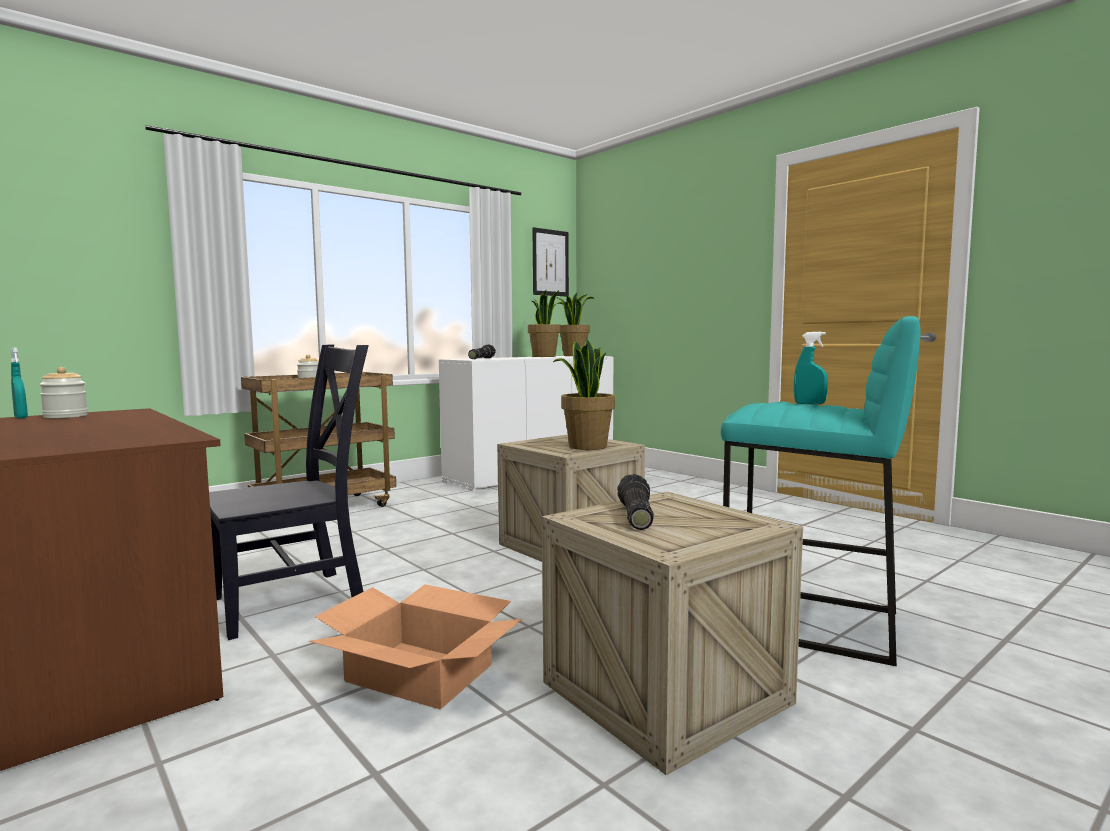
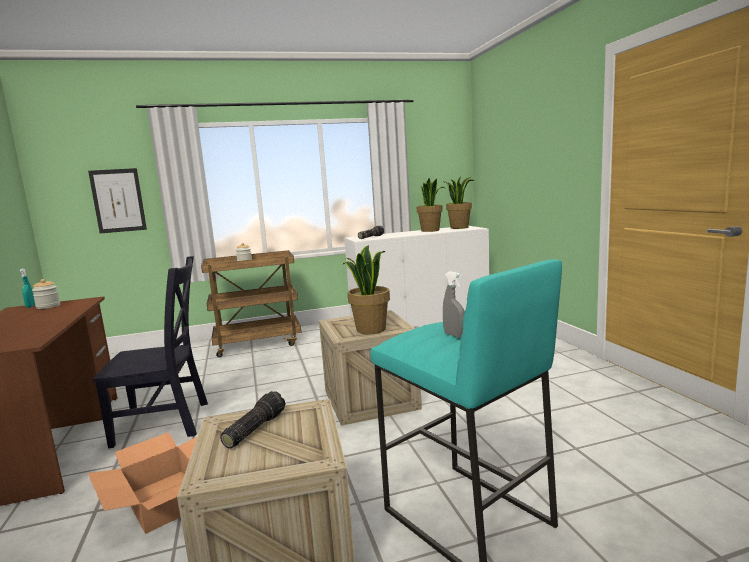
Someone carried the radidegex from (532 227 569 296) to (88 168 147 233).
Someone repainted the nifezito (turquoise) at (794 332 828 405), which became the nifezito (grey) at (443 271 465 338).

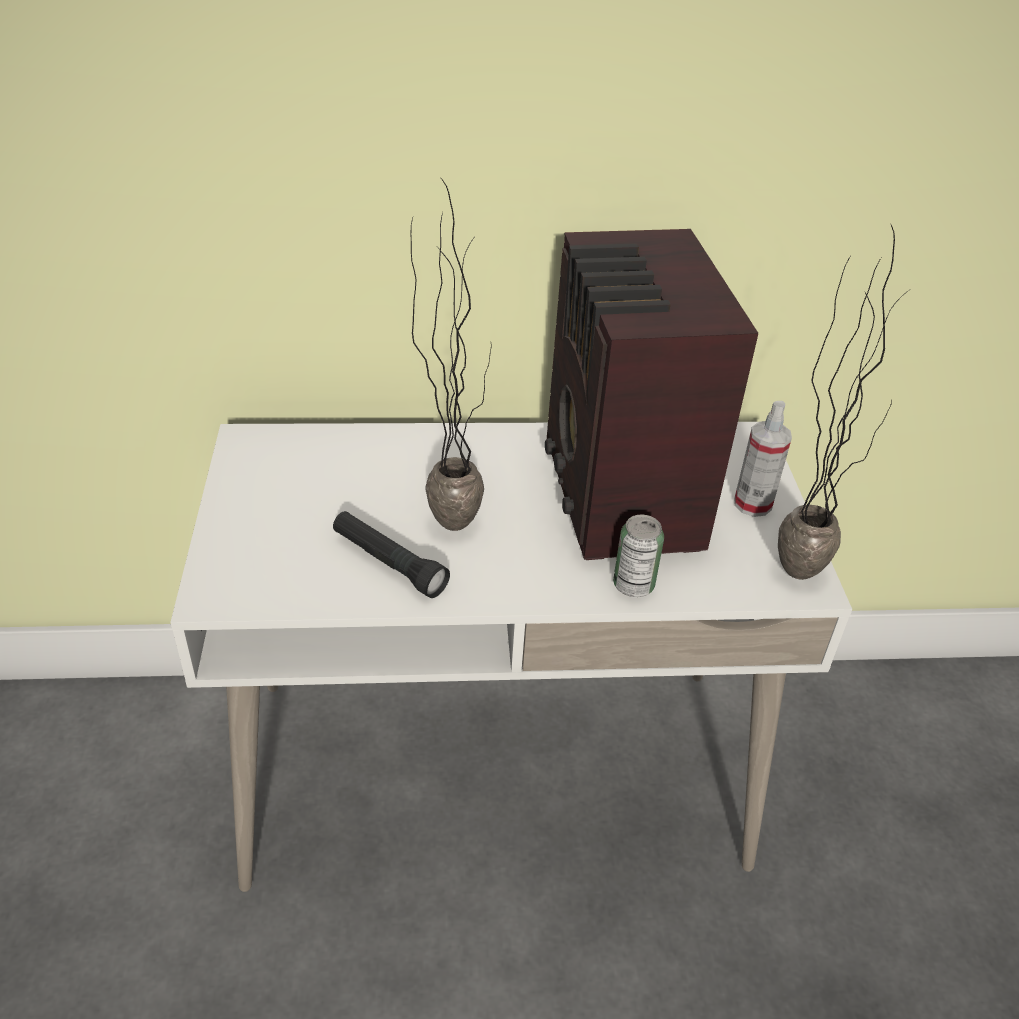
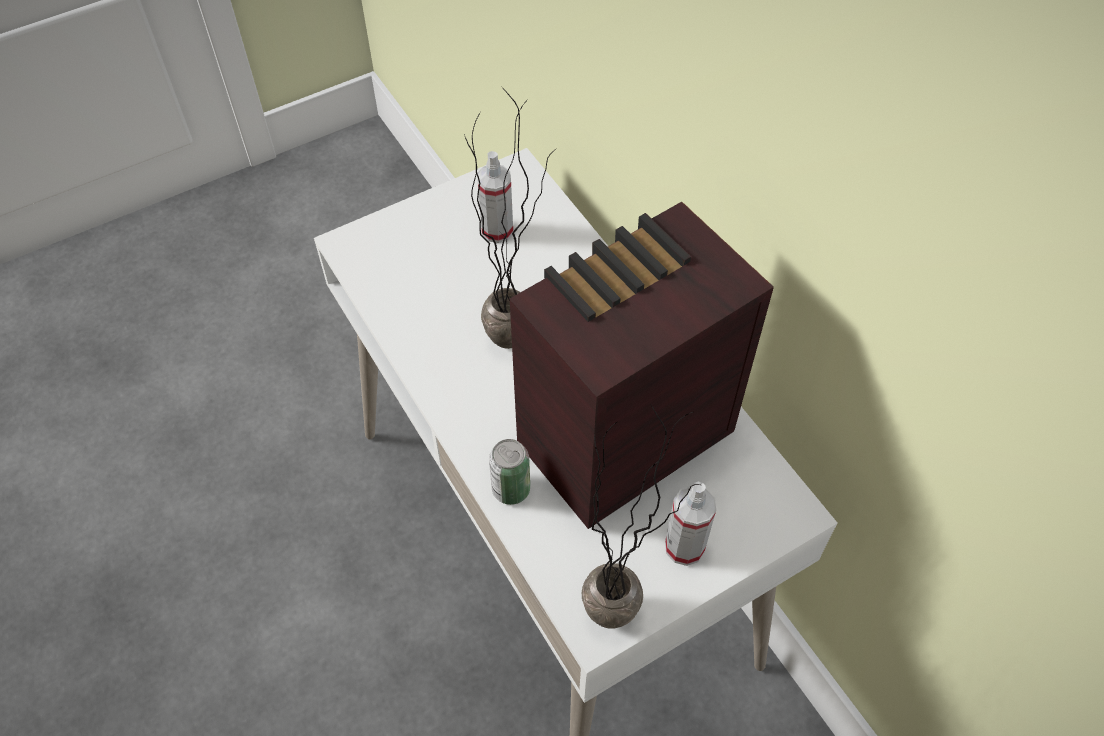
Someone took away the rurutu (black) at (333 511 450 598).
Someone put down the nifezito at (477 151 513 243).

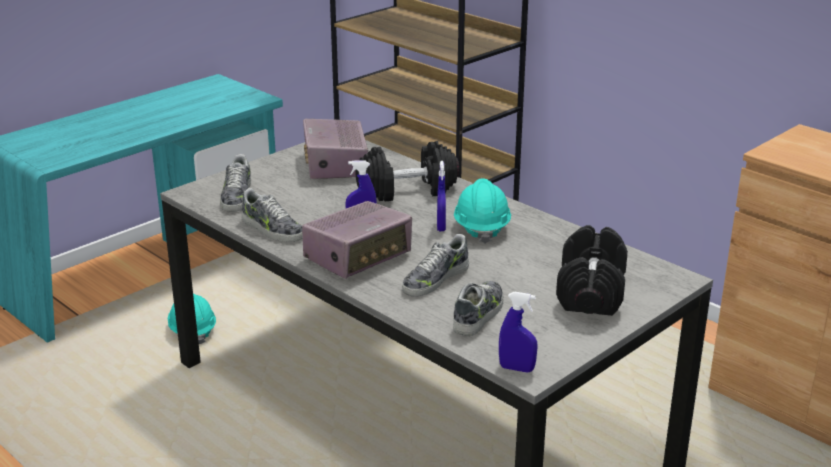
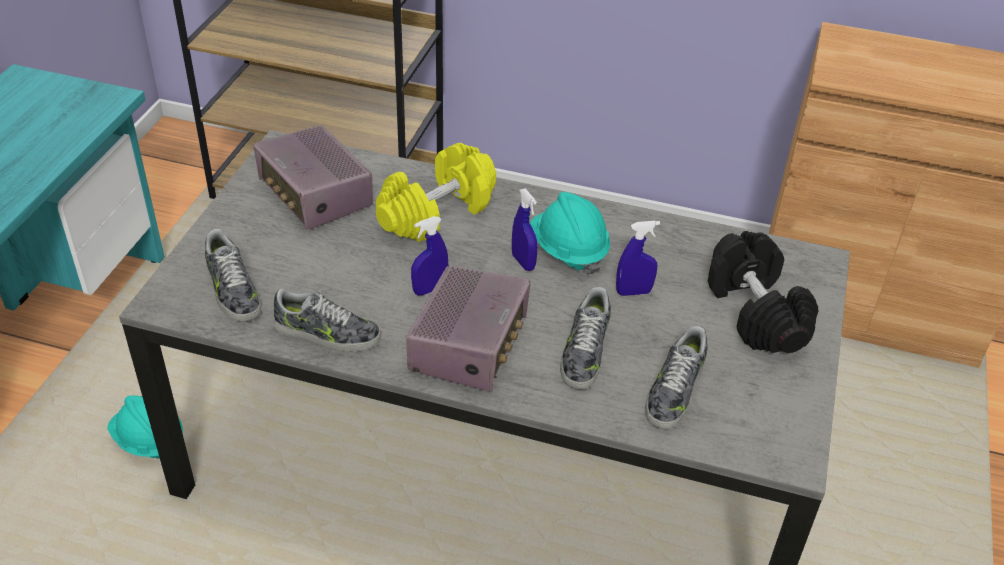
Someone repainted the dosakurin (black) at (356 141 460 202), which became the dosakurin (yellow) at (376 143 496 242).
Someone rotated the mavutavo at (453 281 503 336) by 150 degrees counterclockwise.
Someone carried the nifezito (blue) from (499 292 538 372) to (616 221 660 296).

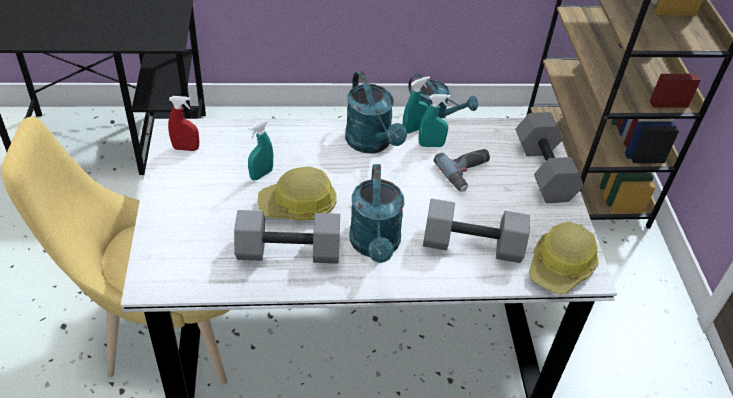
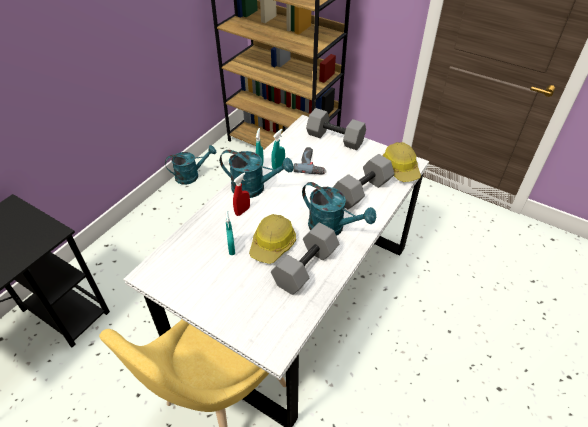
Someone carried the nifezito (red) from (168 96 199 151) to (233 173 250 216).

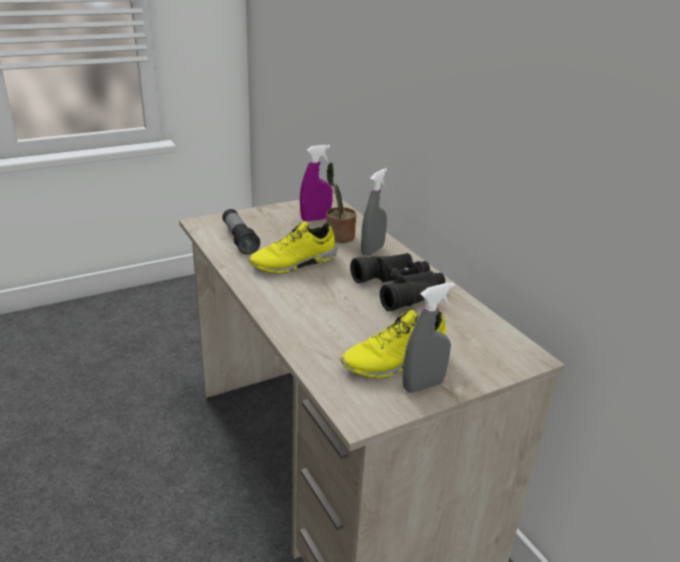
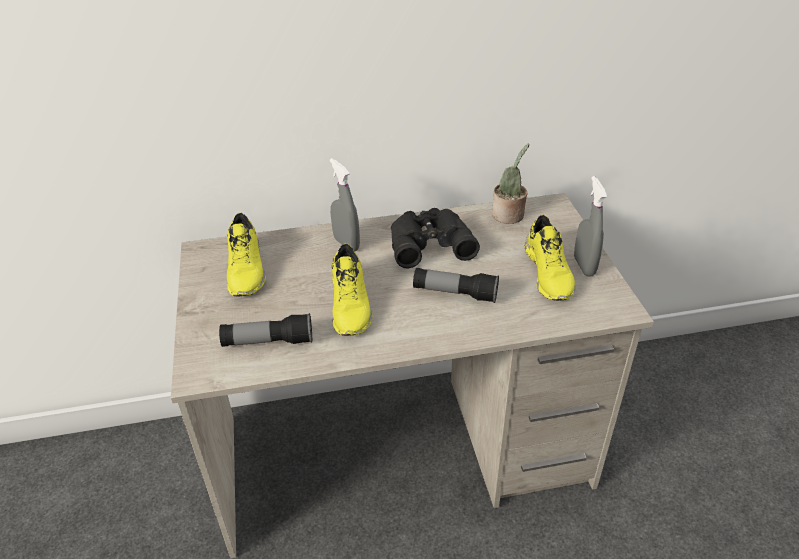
Someone swapped the nifezito (purple) at (300 145 333 222) for the mavutavo (yellow) at (227 213 266 297).
Someone carried the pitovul from (326 162 356 243) to (492 144 529 224).
Someone put down the rurutu at (413 268 499 303).

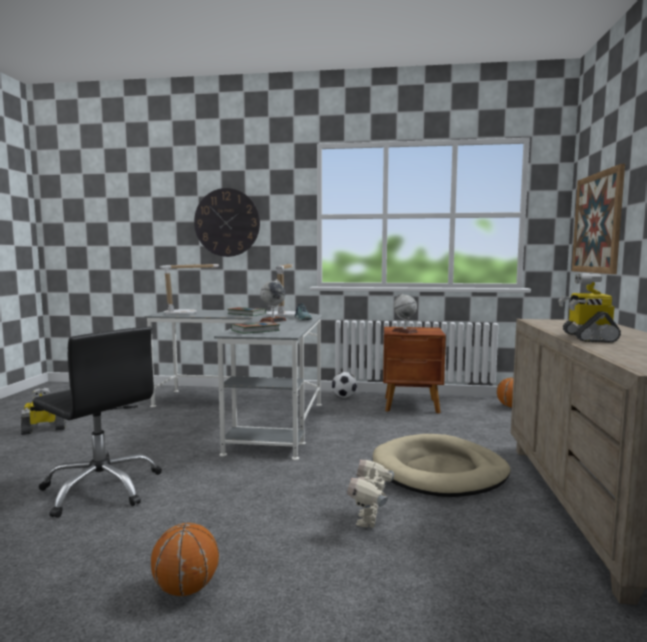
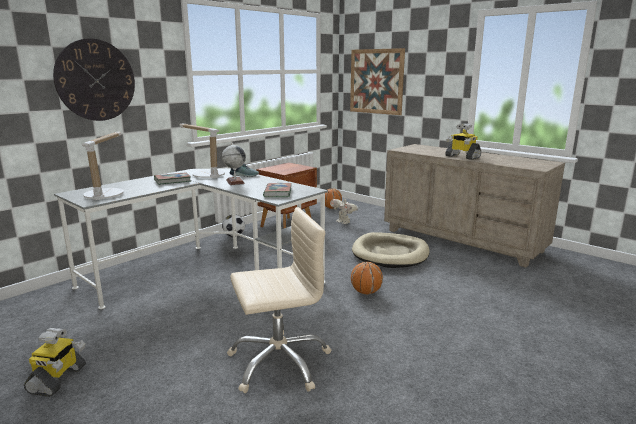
Someone took away the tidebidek at (392 293 418 334).
Someone repainted the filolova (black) at (32 327 162 518), which became the filolova (beige) at (227 207 331 393).
Someone carried the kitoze from (347 460 394 528) to (330 196 359 224).
Someone carried the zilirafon from (151 523 219 596) to (351 262 383 294).

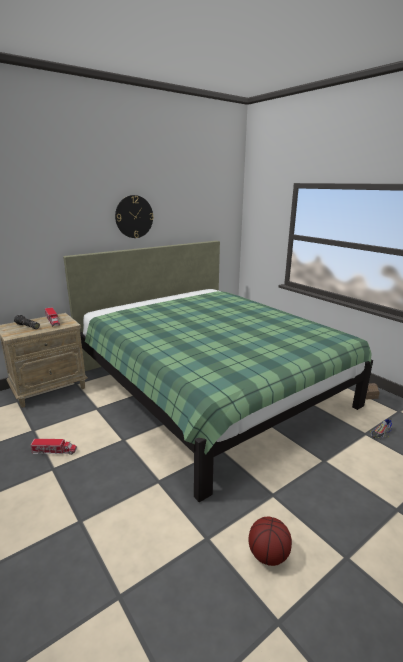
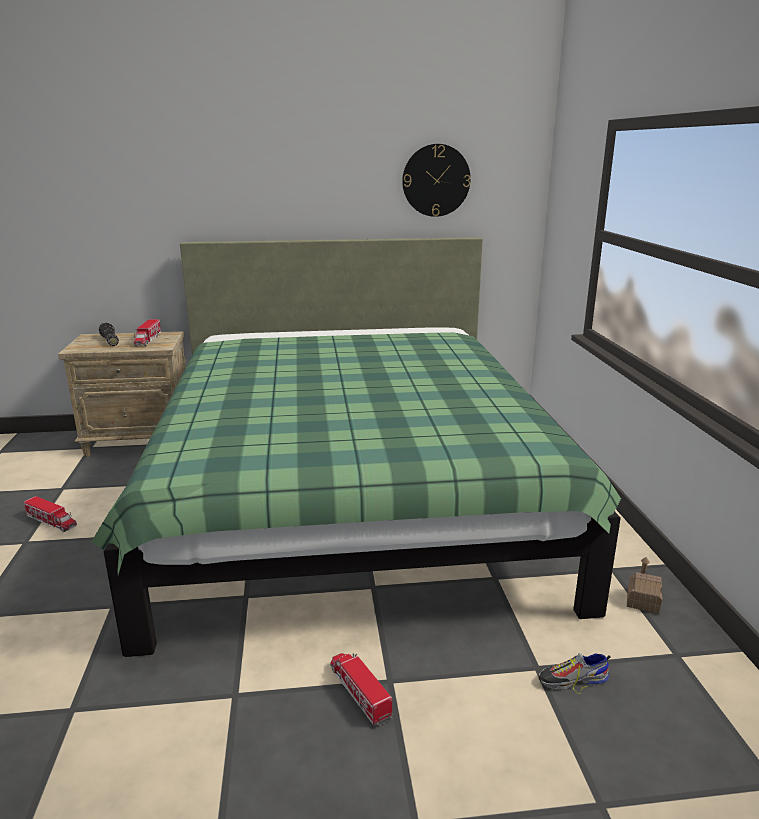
Someone carried the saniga from (115 195 154 238) to (402 144 471 217).
Someone took away the zilirafon at (248 517 292 566).
Someone put down the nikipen at (330 653 393 726).

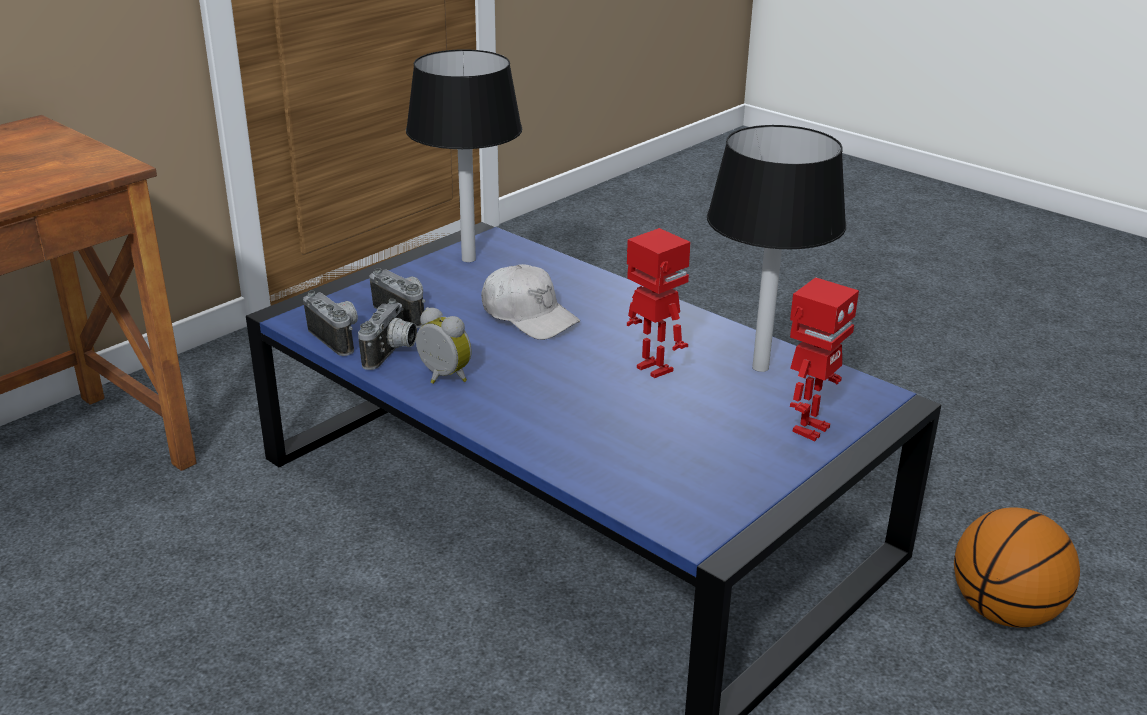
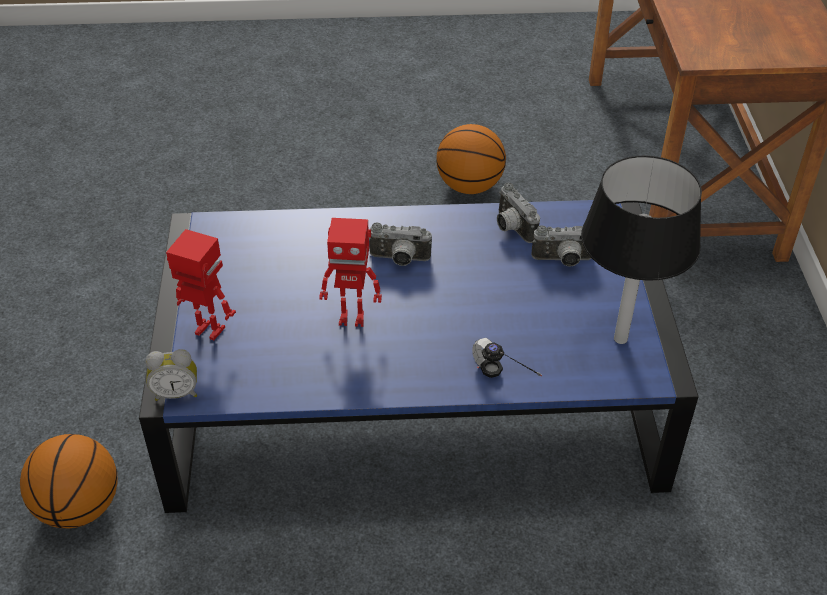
Someone took away the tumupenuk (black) at (707 125 846 372).
Someone took away the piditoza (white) at (481 264 580 340).
Someone rotated the kitoze at (790 277 859 441) by 120 degrees clockwise.
Someone carried the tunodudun from (303 291 358 356) to (369 222 432 266).
Someone carried the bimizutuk from (416 307 472 384) to (145 349 197 401).
Someone put down the zilirafon at (436 124 506 194).
Someone put down the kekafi at (472 338 542 378).

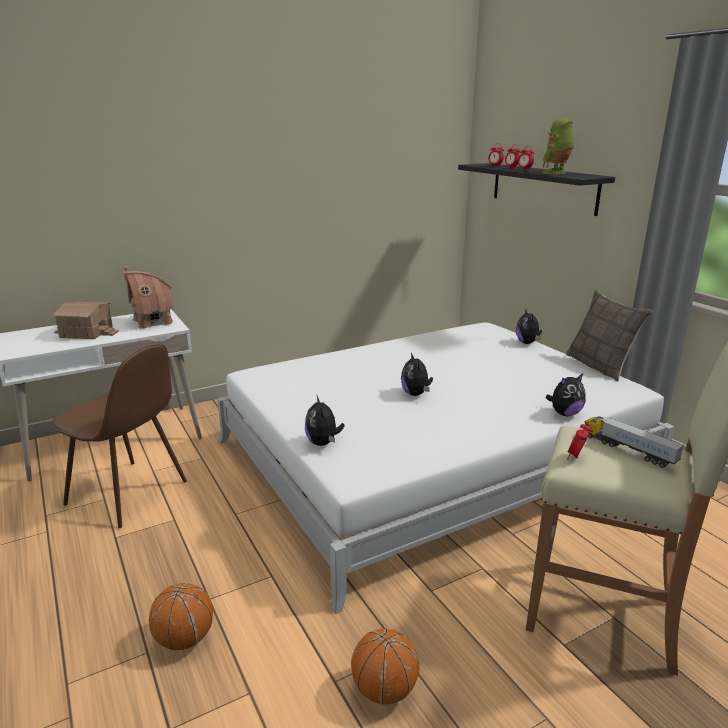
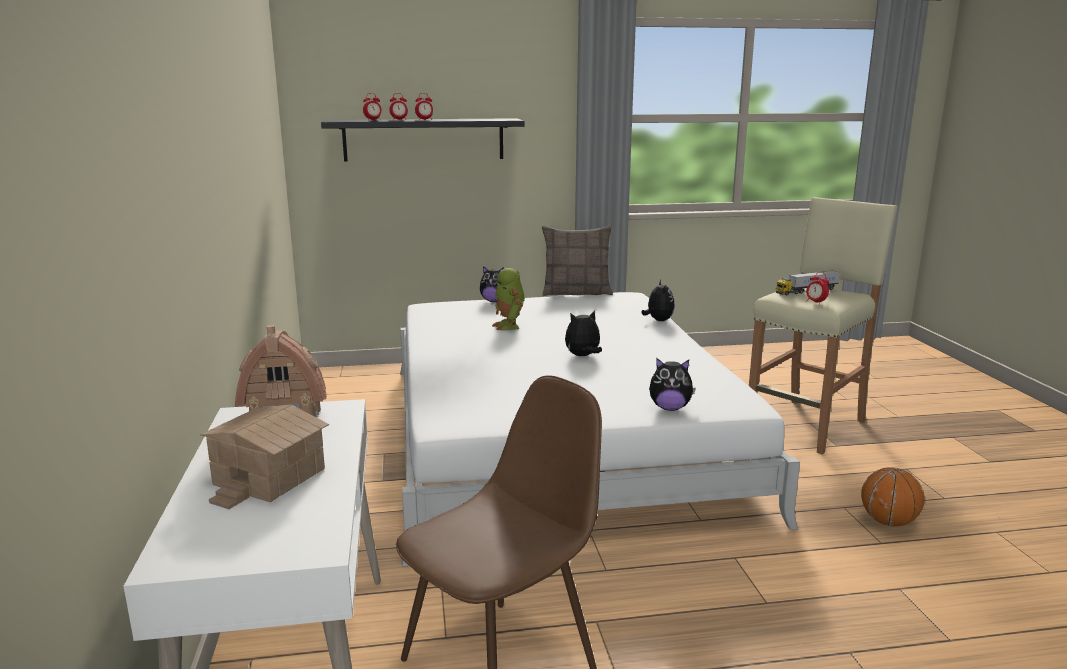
Someone carried the kitoze from (541 118 574 175) to (492 268 525 331).
Someone rotated the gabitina at (401 353 433 396) by 150 degrees clockwise.
Someone took away the zilirafon at (149 583 213 650).

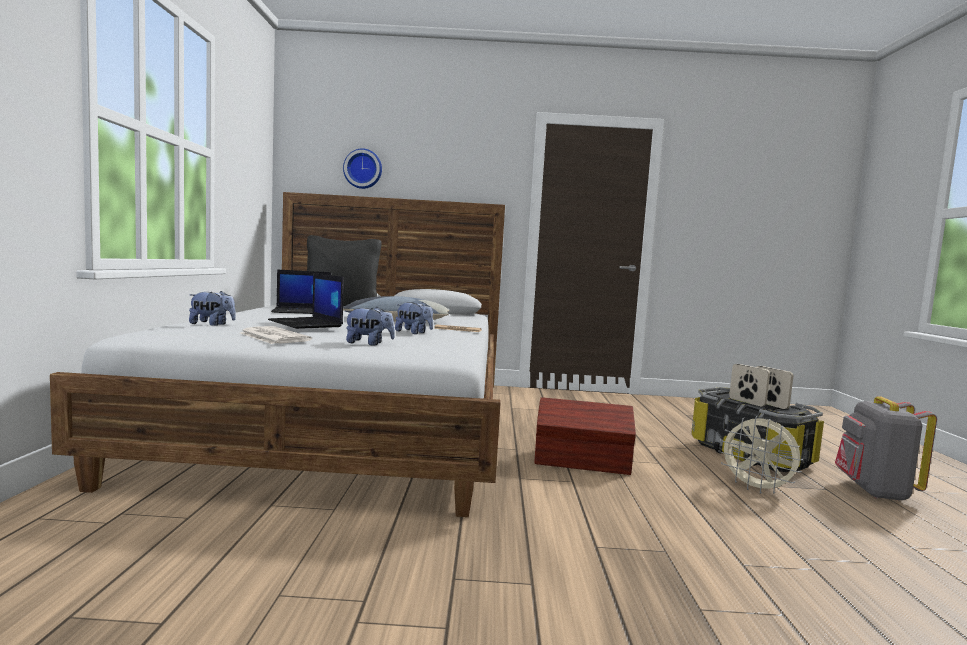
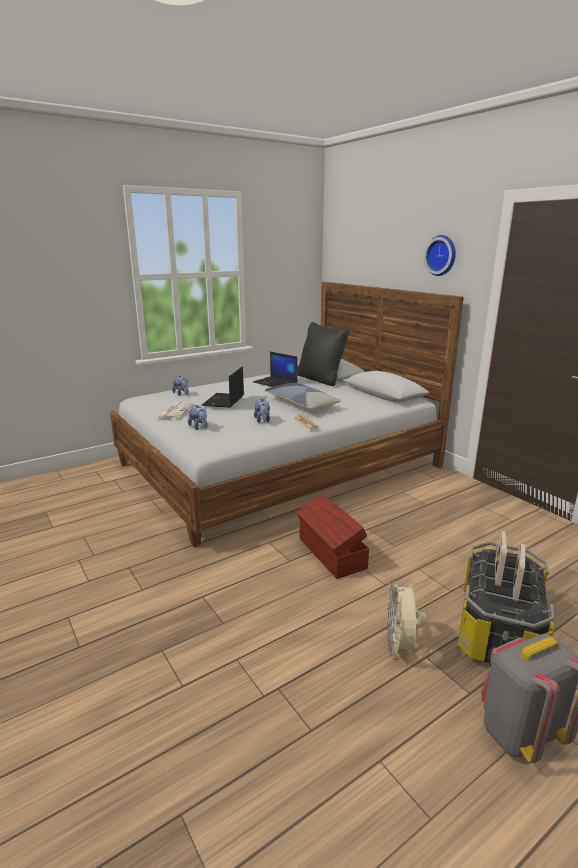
Someone carried the saniga from (343 148 382 189) to (424 235 456 276).

